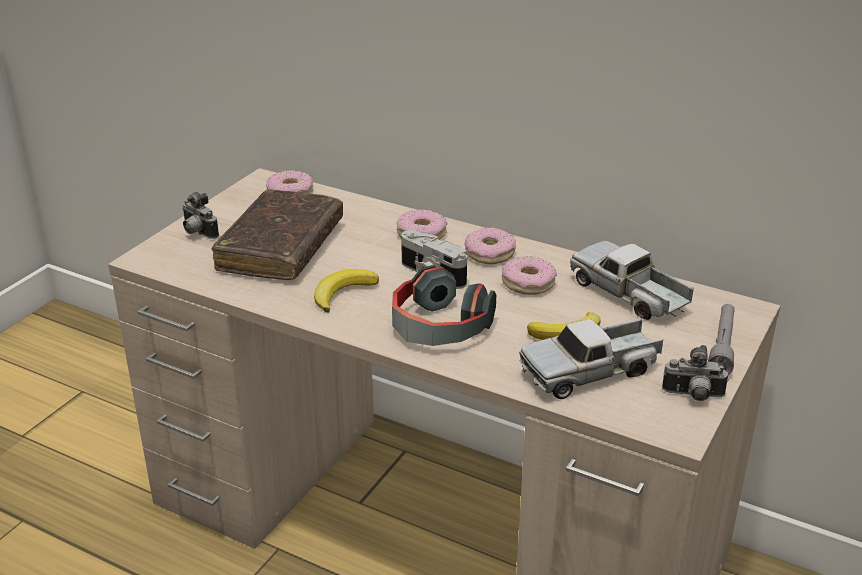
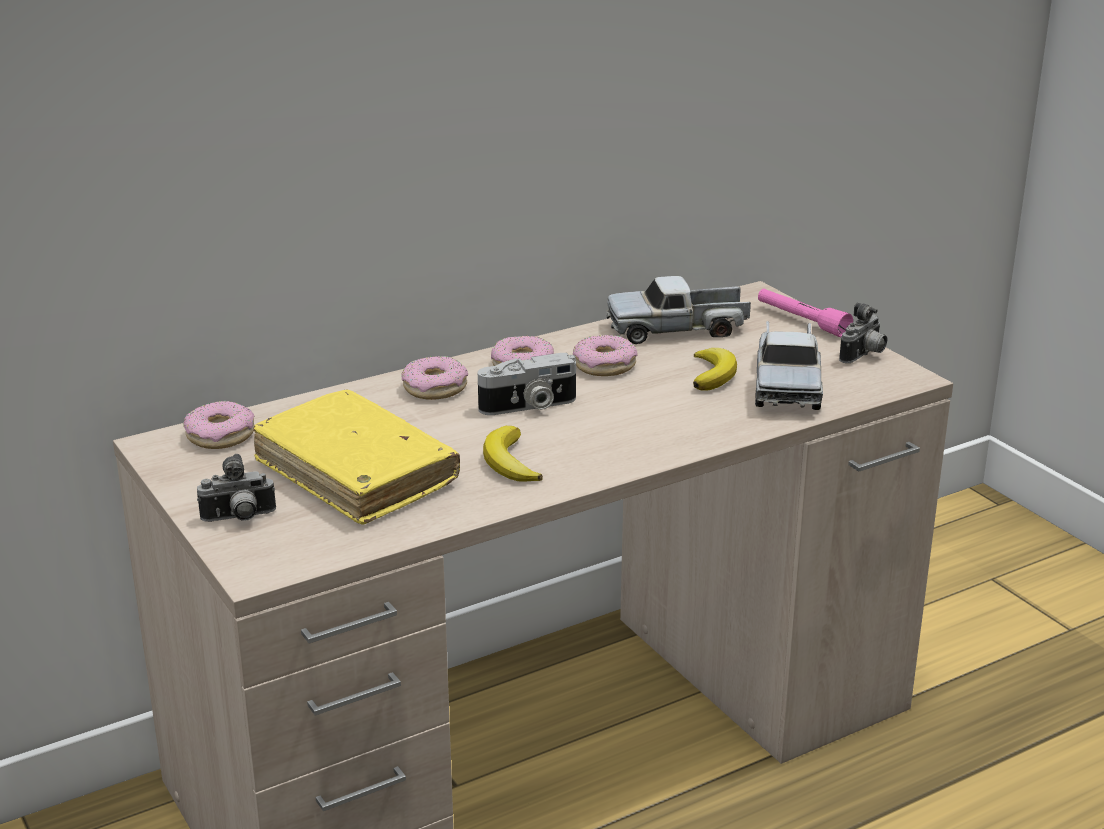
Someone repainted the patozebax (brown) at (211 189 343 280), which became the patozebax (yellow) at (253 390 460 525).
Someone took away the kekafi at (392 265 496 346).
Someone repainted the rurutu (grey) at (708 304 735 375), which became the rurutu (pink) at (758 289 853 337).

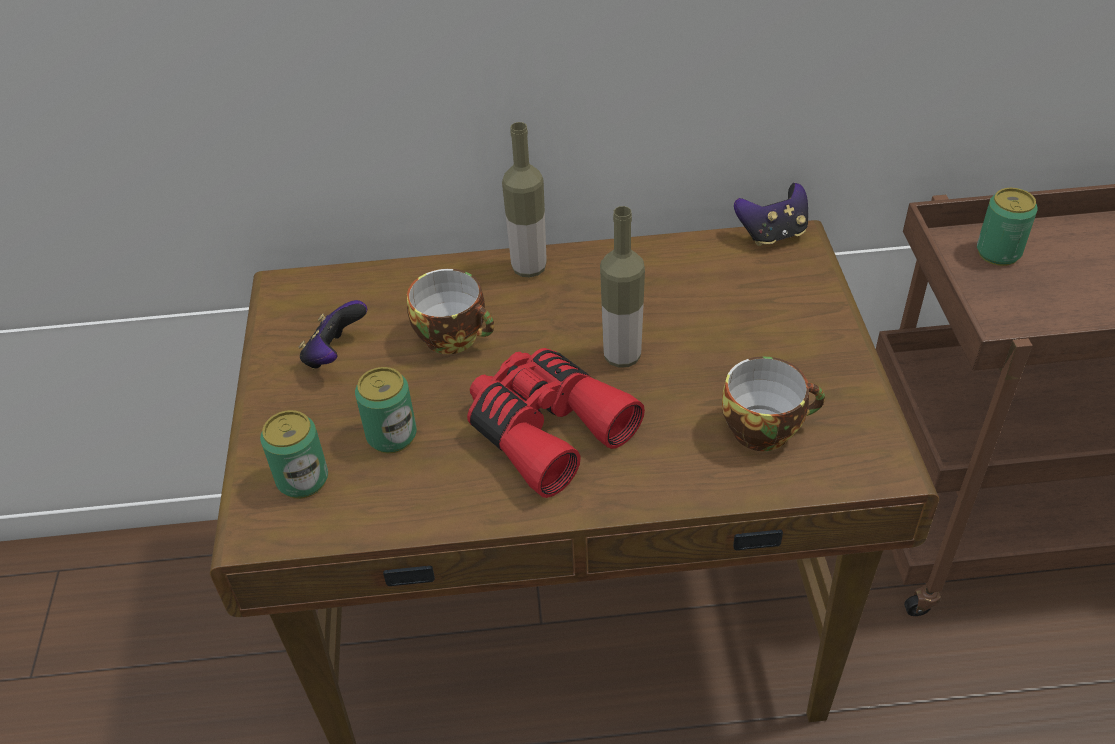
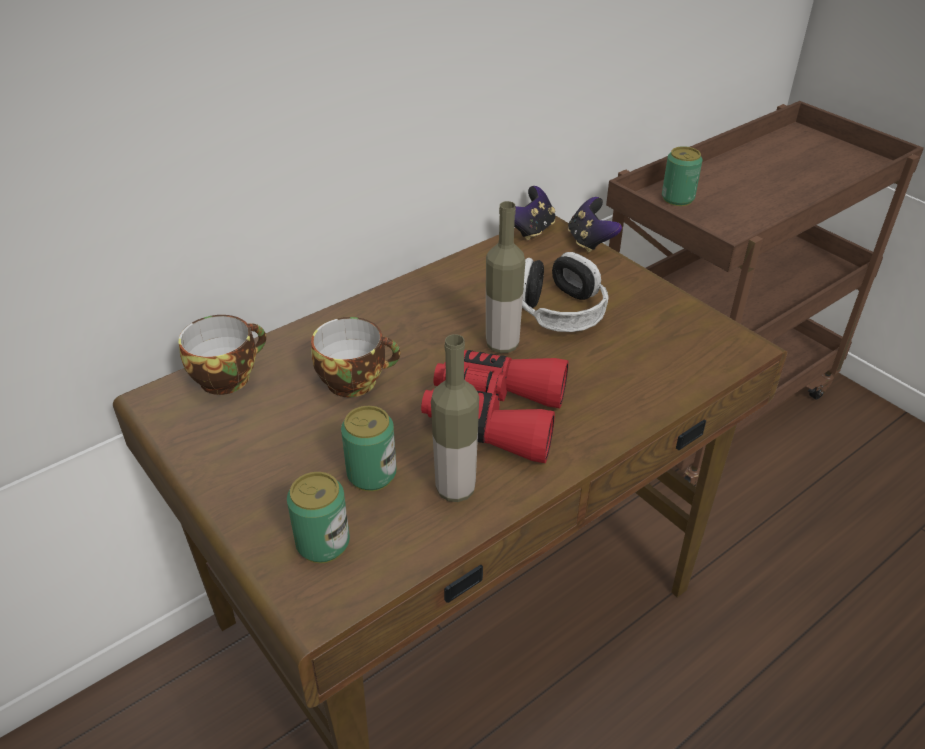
Someone carried the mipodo from (502 122 547 277) to (431 334 479 502).
Someone carried the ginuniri from (298 300 367 369) to (568 197 622 253).
Someone carried the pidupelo from (722 356 825 451) to (179 315 266 395).
Someone put down the kekafi at (522 252 609 332).

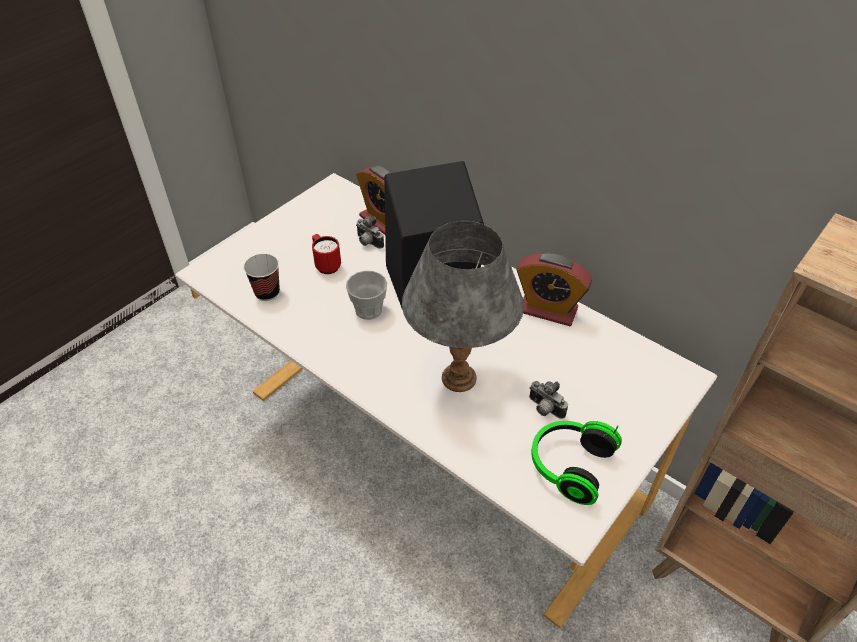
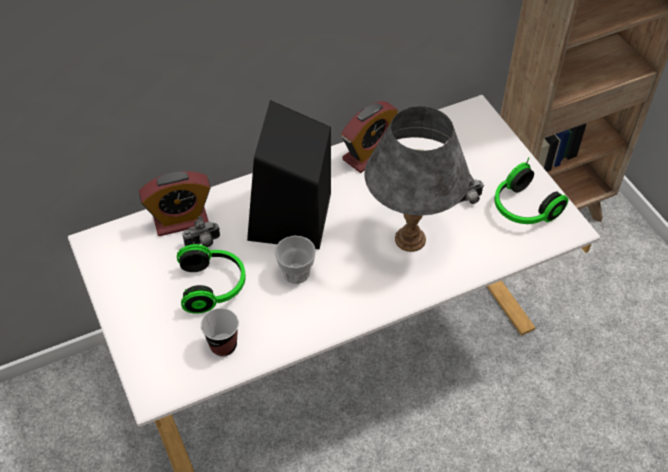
Someone swapped the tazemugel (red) at (312 234 341 274) for the kekafi at (177 244 246 314).

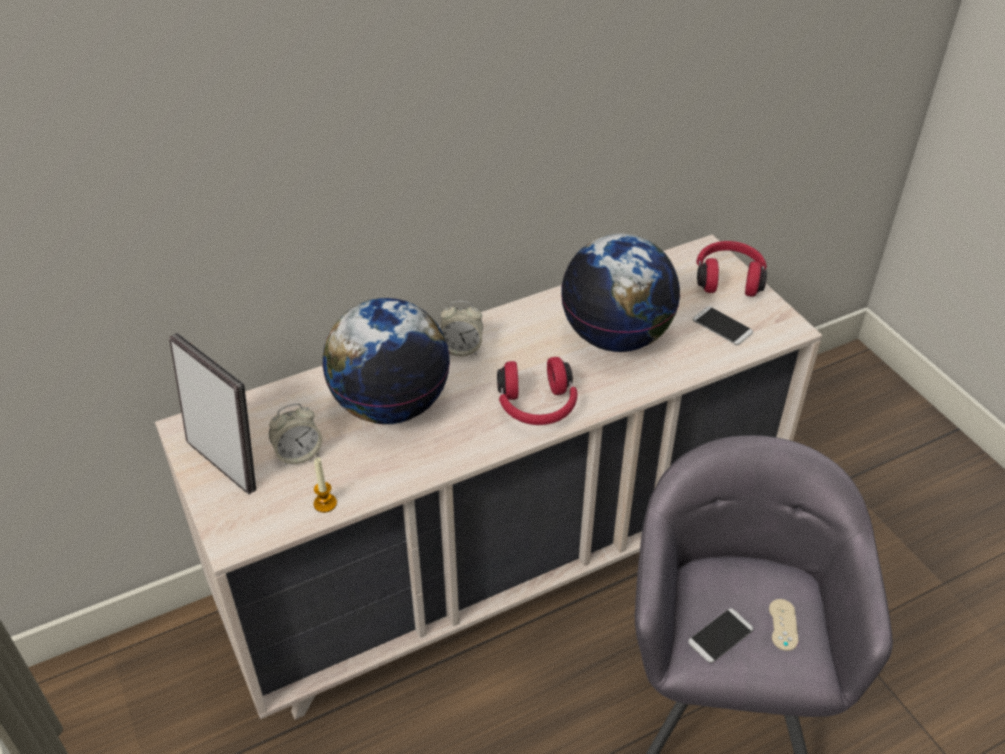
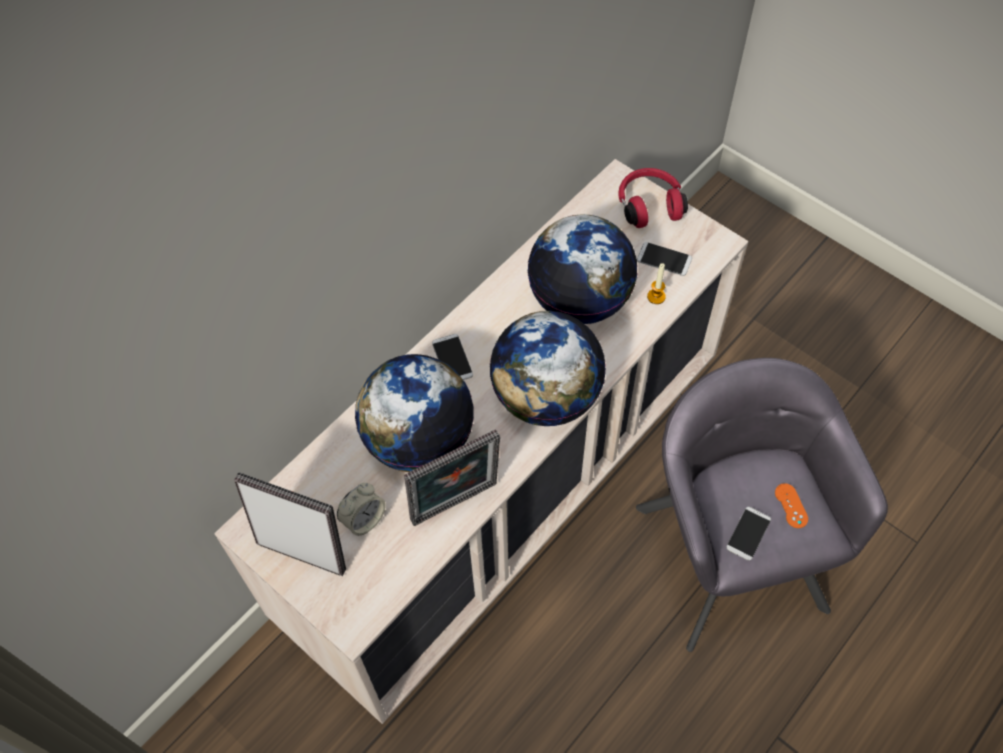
Someone swapped the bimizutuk at (440 301 483 357) for the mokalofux at (432 334 473 380).
Someone swapped the kekafi (red) at (497 357 577 425) for the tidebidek at (489 311 606 426).
Someone carried the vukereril from (314 457 337 513) to (647 263 666 304).
Someone repainted the ginuniri (beige) at (769 599 798 651), which became the ginuniri (orange) at (775 483 808 528).
Someone put down the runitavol at (404 430 500 526).

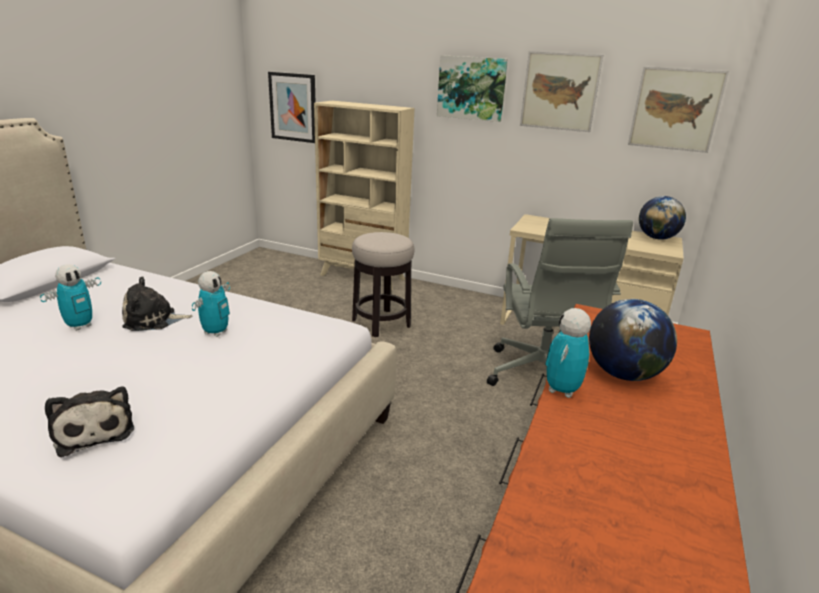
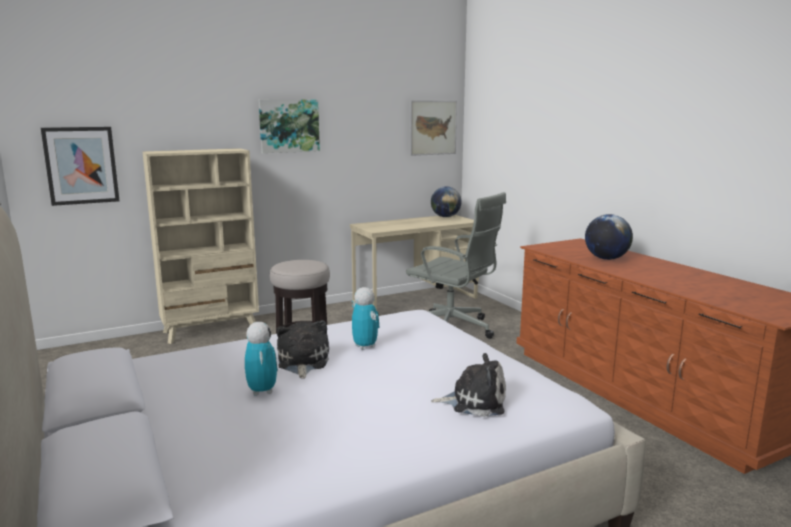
Someone took away the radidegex at (520 51 603 132).
Someone rotated the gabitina at (122 277 193 331) by 150 degrees clockwise.
Someone took away the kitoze at (545 308 591 398).

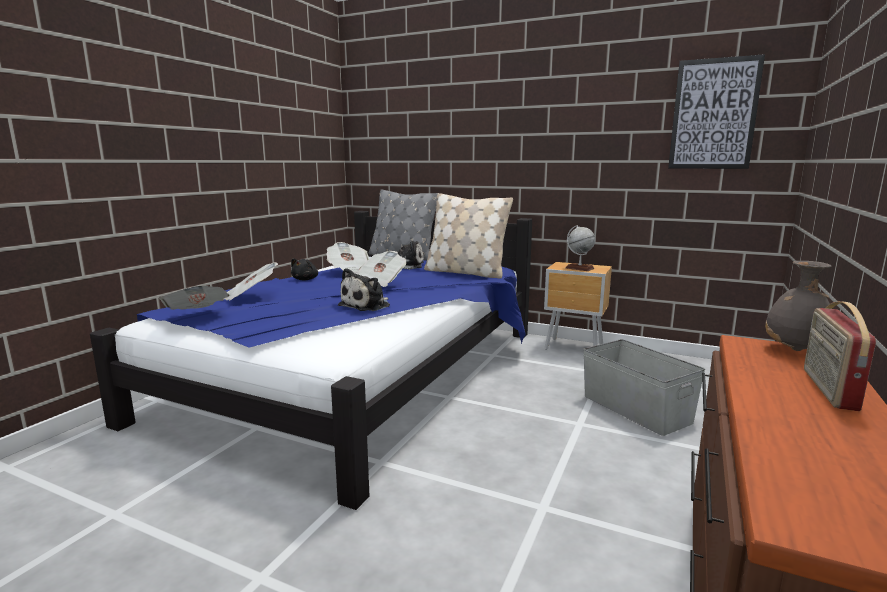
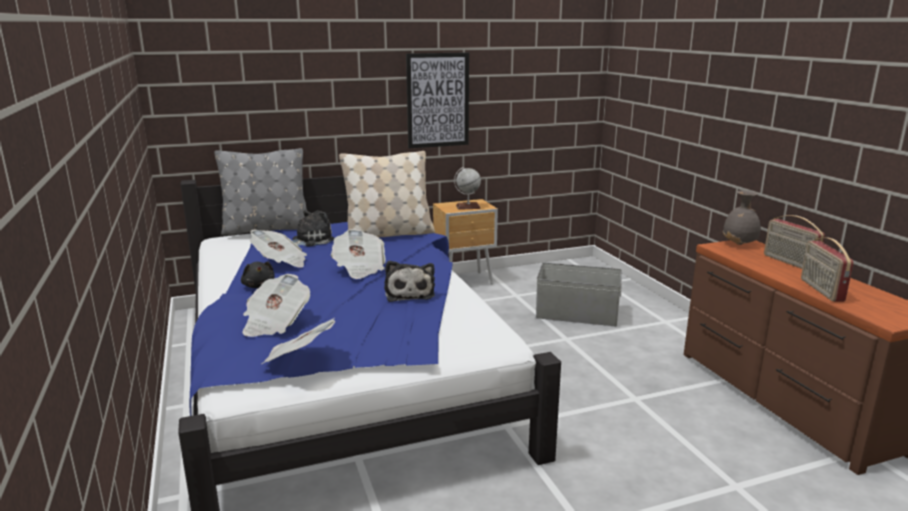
Someone carried the radidegex from (668 54 765 169) to (406 52 469 148).
Someone put down the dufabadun at (801 238 854 302).

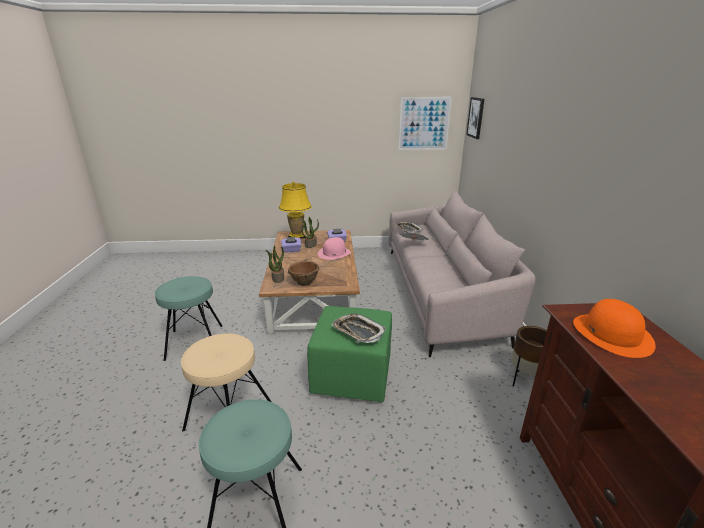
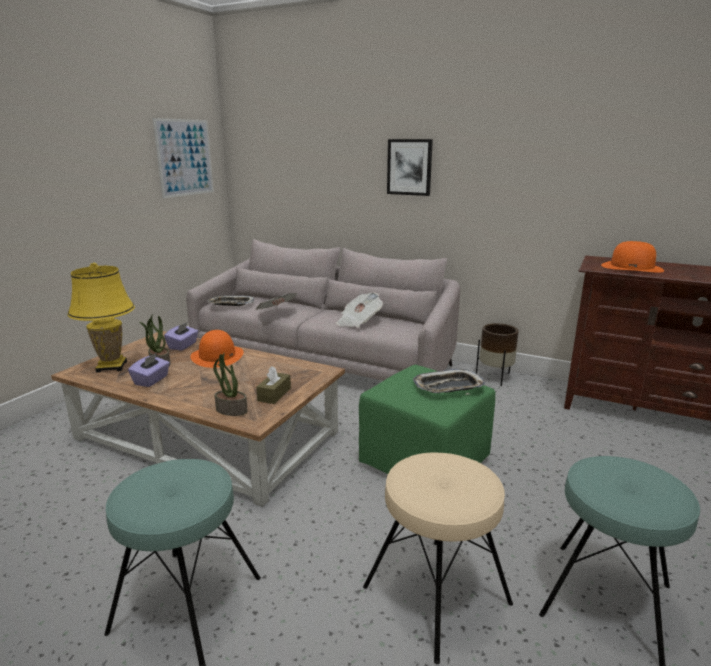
Someone carried the radidegex from (466 97 484 139) to (387 139 433 196).
Someone repainted the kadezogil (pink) at (318 237 351 260), which became the kadezogil (orange) at (190 330 244 368).
Someone swapped the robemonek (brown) at (288 261 319 286) for the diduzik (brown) at (256 366 291 404).
Someone put down the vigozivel at (336 292 383 327).

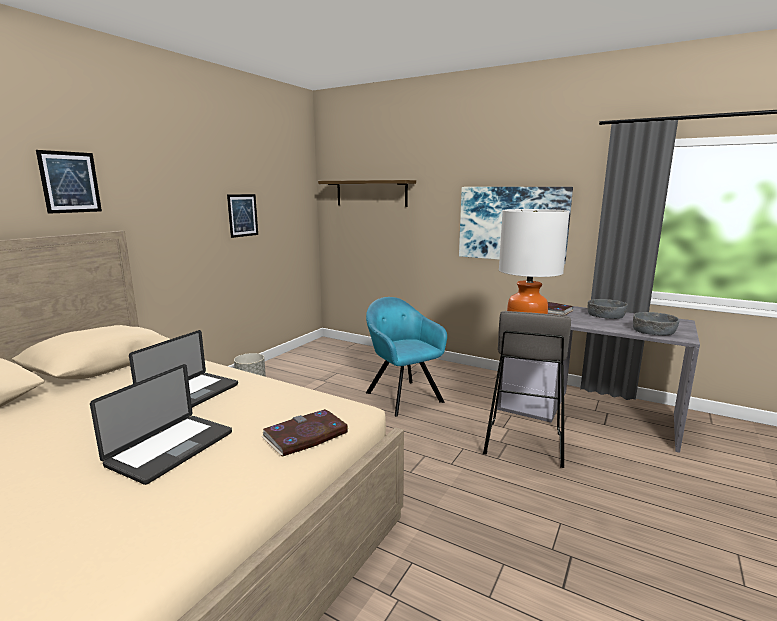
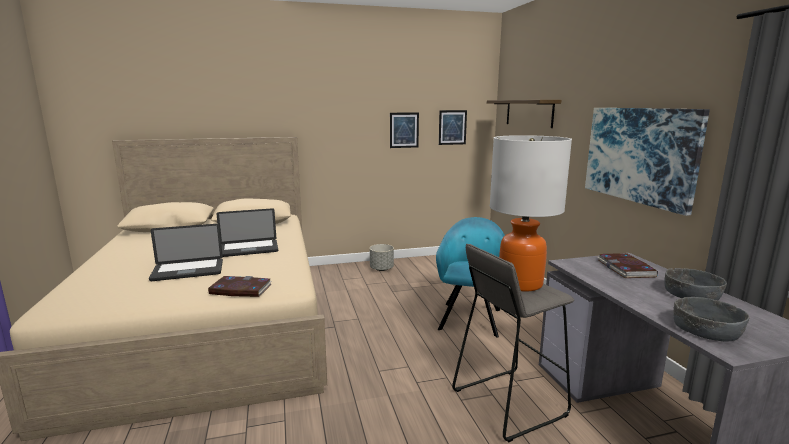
Someone carried the radidegex from (36 150 102 214) to (439 110 467 145).

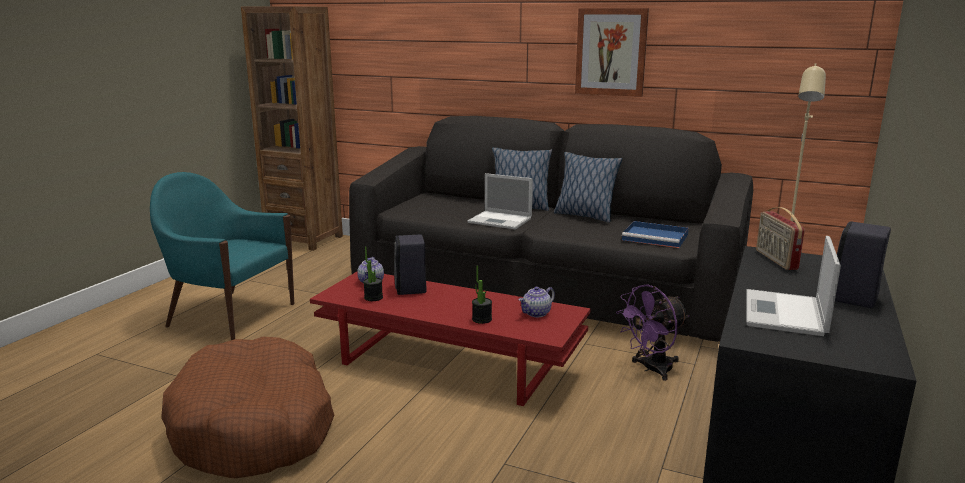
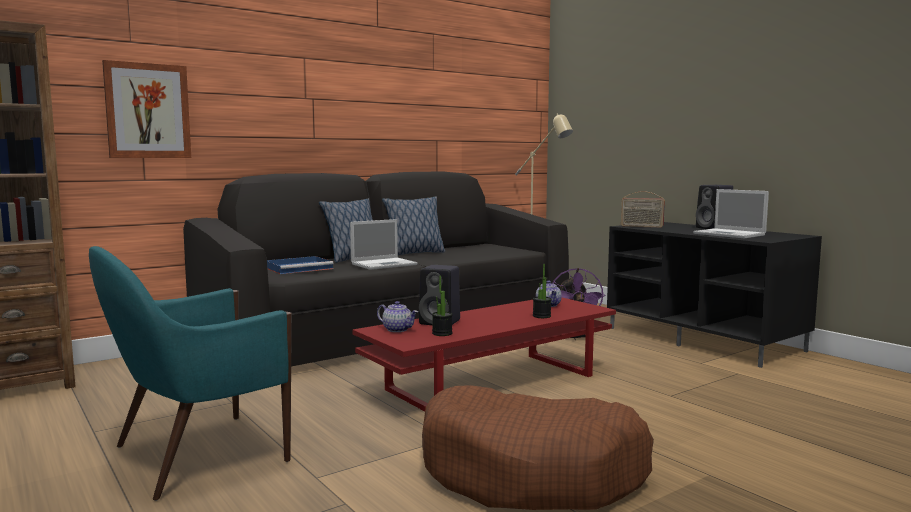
Someone carried the radidegex from (575 8 649 97) to (102 60 191 158).
Someone carried the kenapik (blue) from (622 221 689 248) to (267 256 334 274).

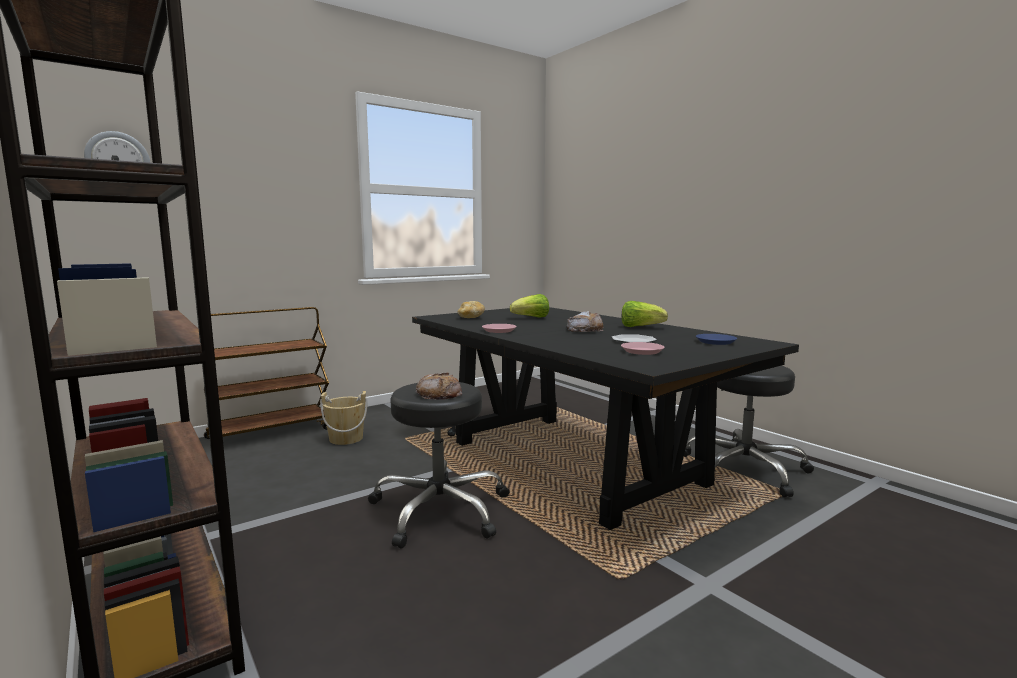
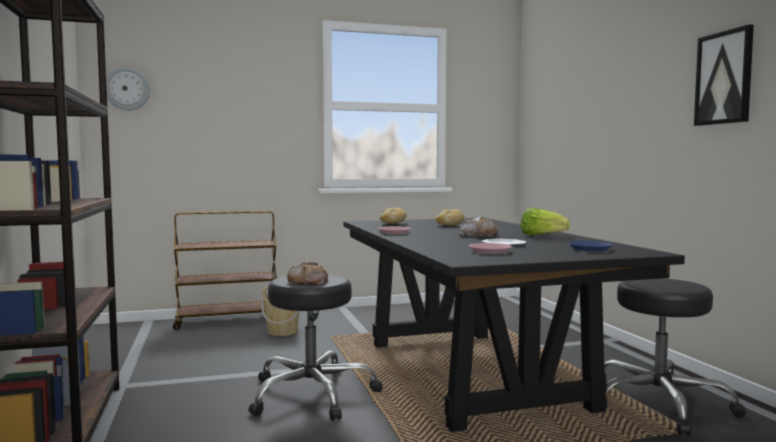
Someone swapped the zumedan at (510 294 549 318) for the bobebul at (435 209 464 226).
Someone put up the radidegex at (694 24 754 126).

